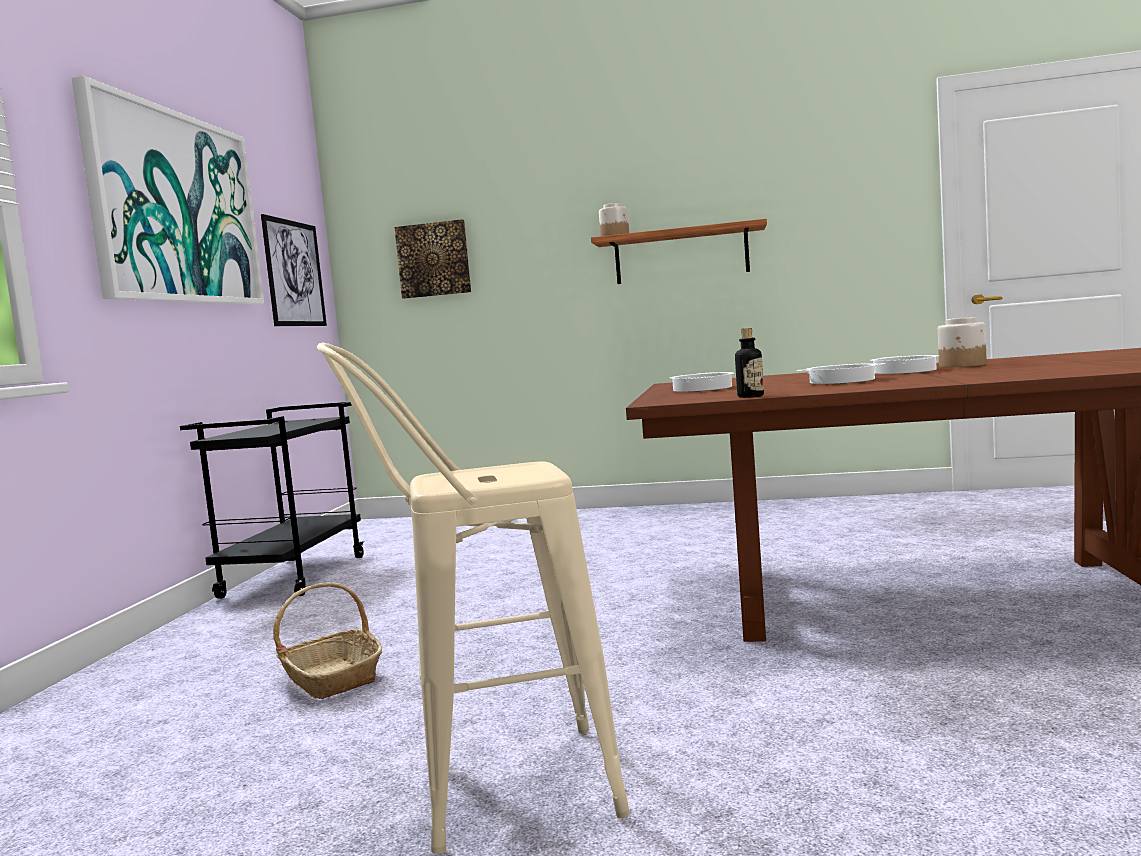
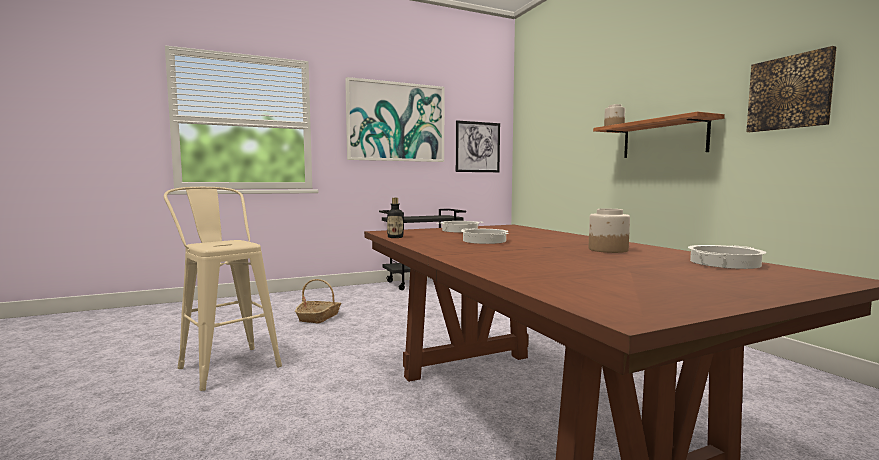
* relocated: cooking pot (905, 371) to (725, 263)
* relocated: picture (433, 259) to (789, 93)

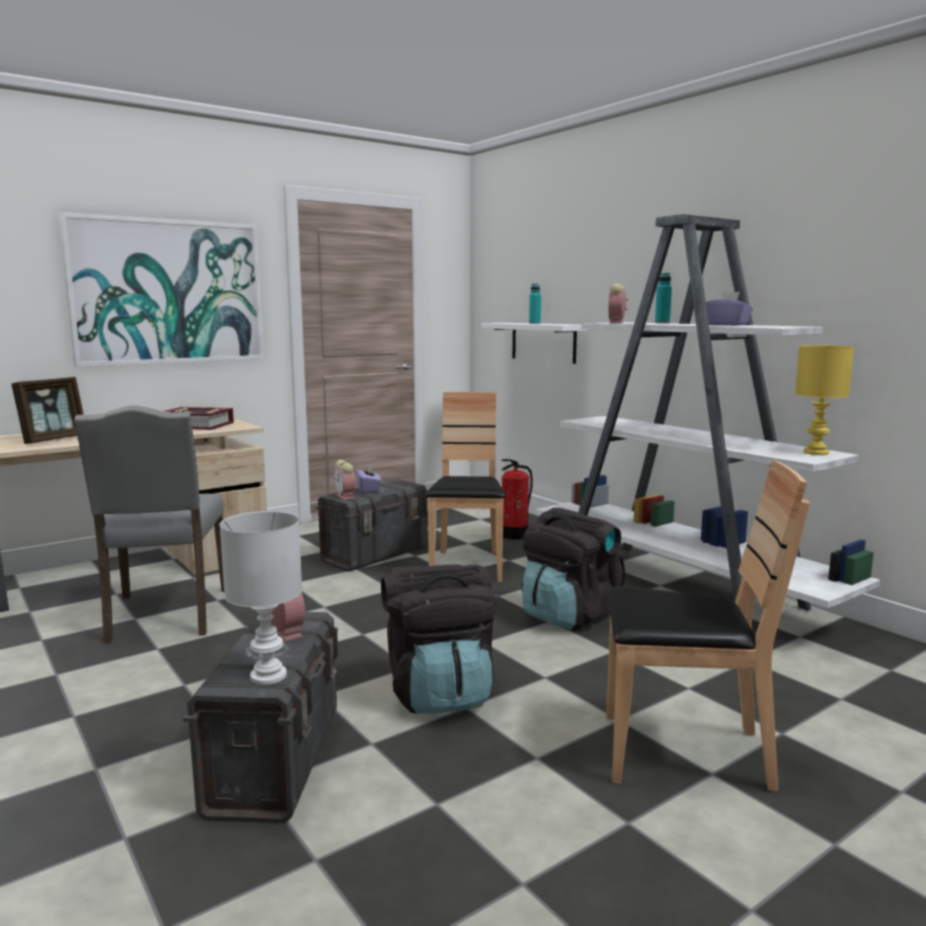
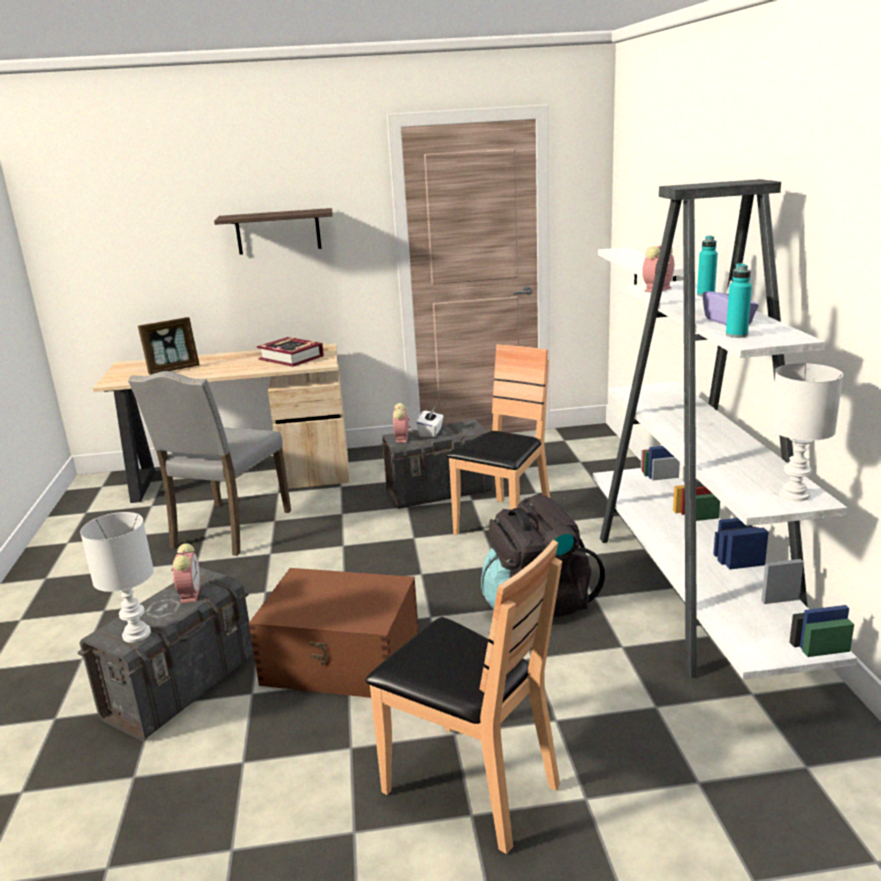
* exchanged: picture (168, 292) to shelf (278, 231)
* exchanged: black backpack (439, 693) to brown storage box (343, 660)
* colour: purple tissue box (369, 490) to white tissue box (431, 432)
* relocated: turquoise bottle (534, 323) to (736, 335)
* colour: yellow table lamp (814, 453) to white table lamp (793, 494)
* missing: fire extinguisher (515, 535)

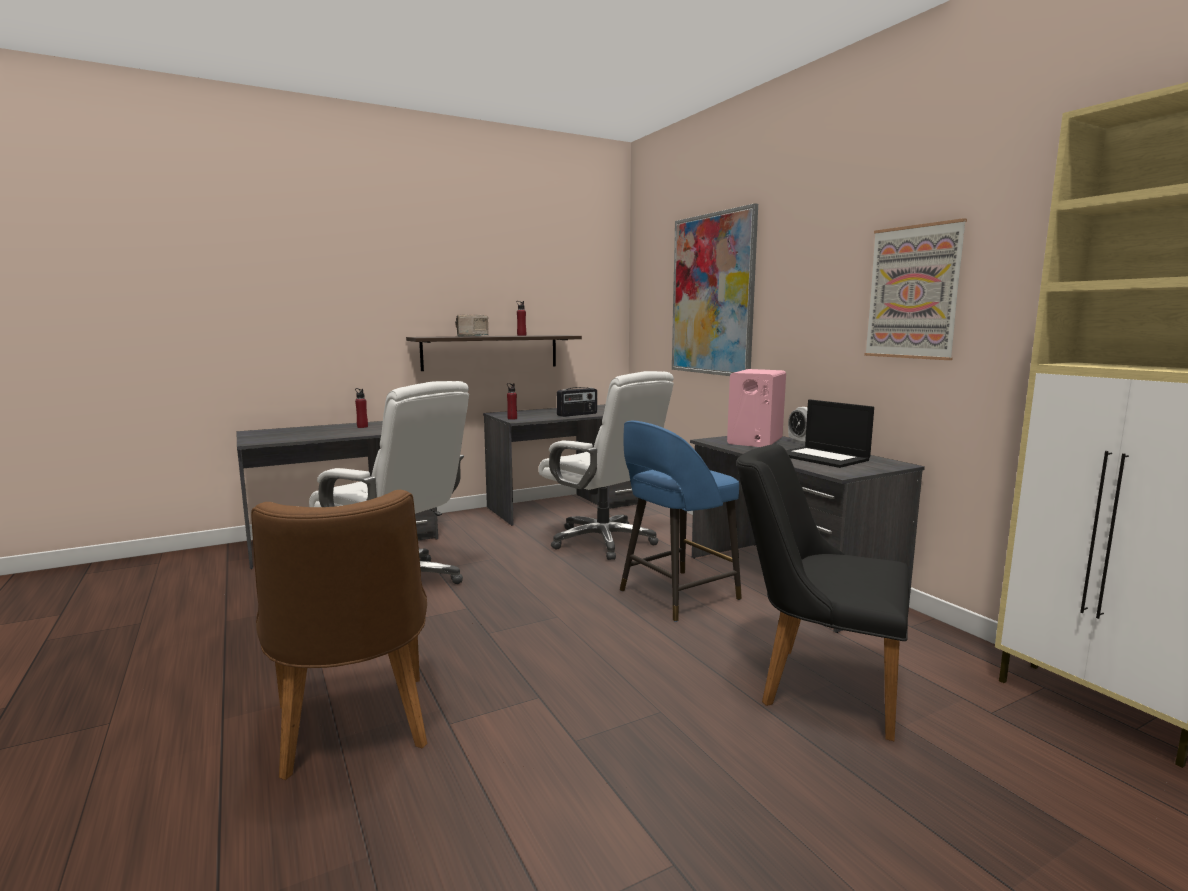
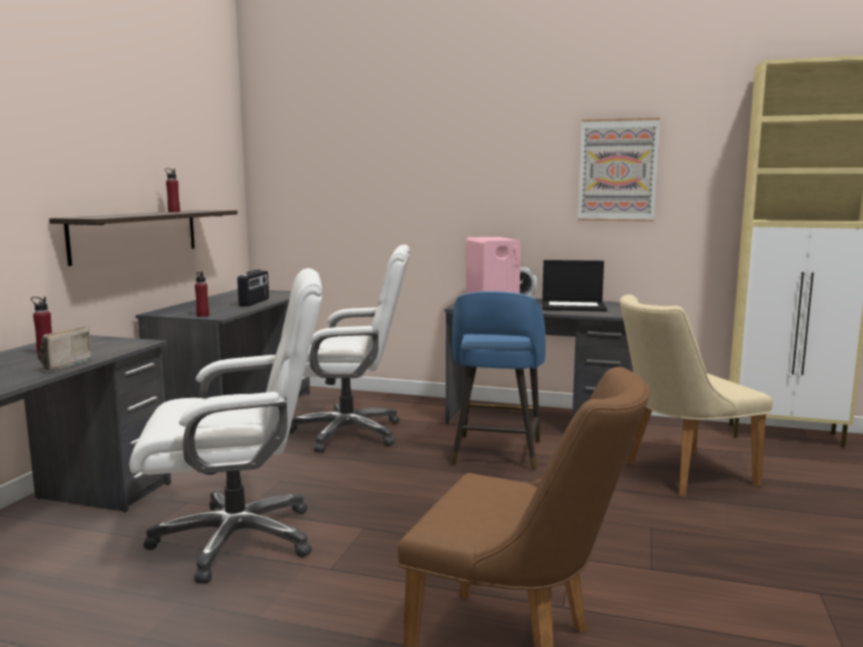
* relocated: radio (470, 336) to (60, 366)
* colour: black chair (815, 684) to beige chair (679, 474)
* missing: picture (712, 295)

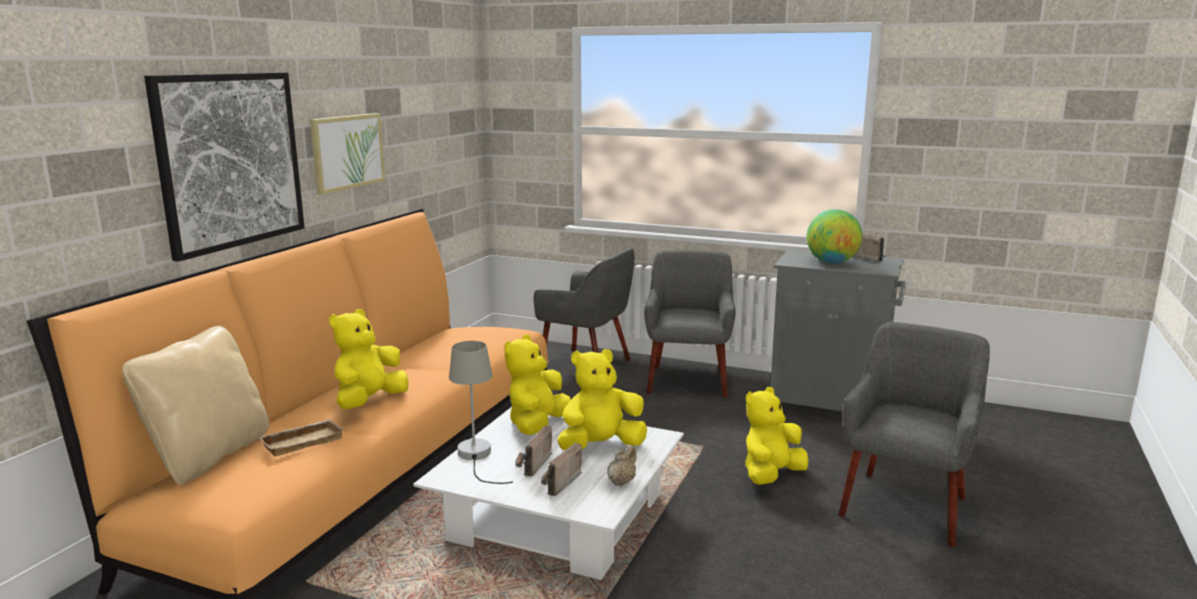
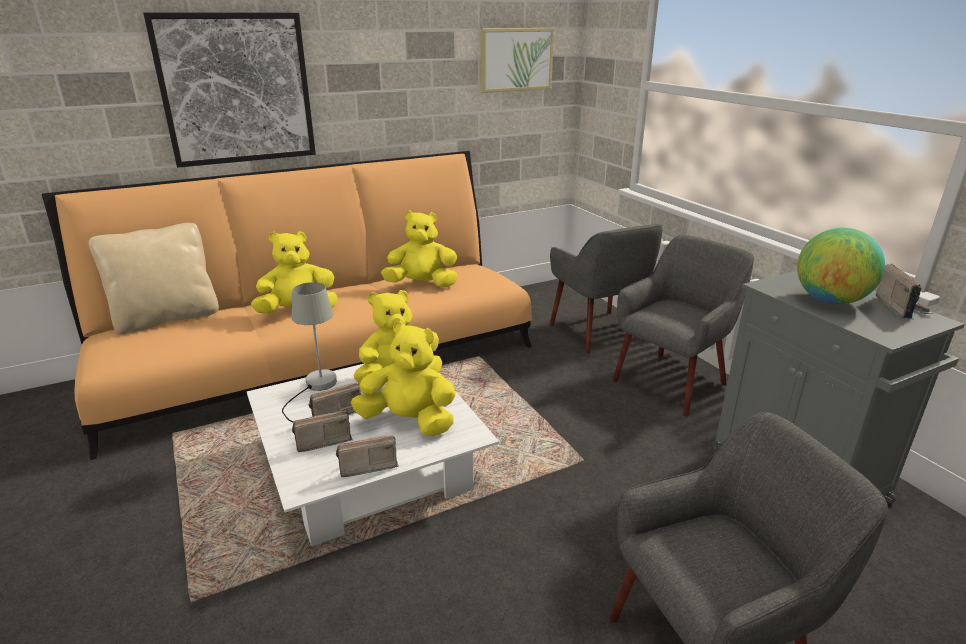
* exchanged: beige teapot (621, 481) to radio (366, 466)
* relocated: yellow plush toy (771, 475) to (422, 284)
* relocated: picture (347, 152) to (516, 59)
* missing: beige tray (302, 441)

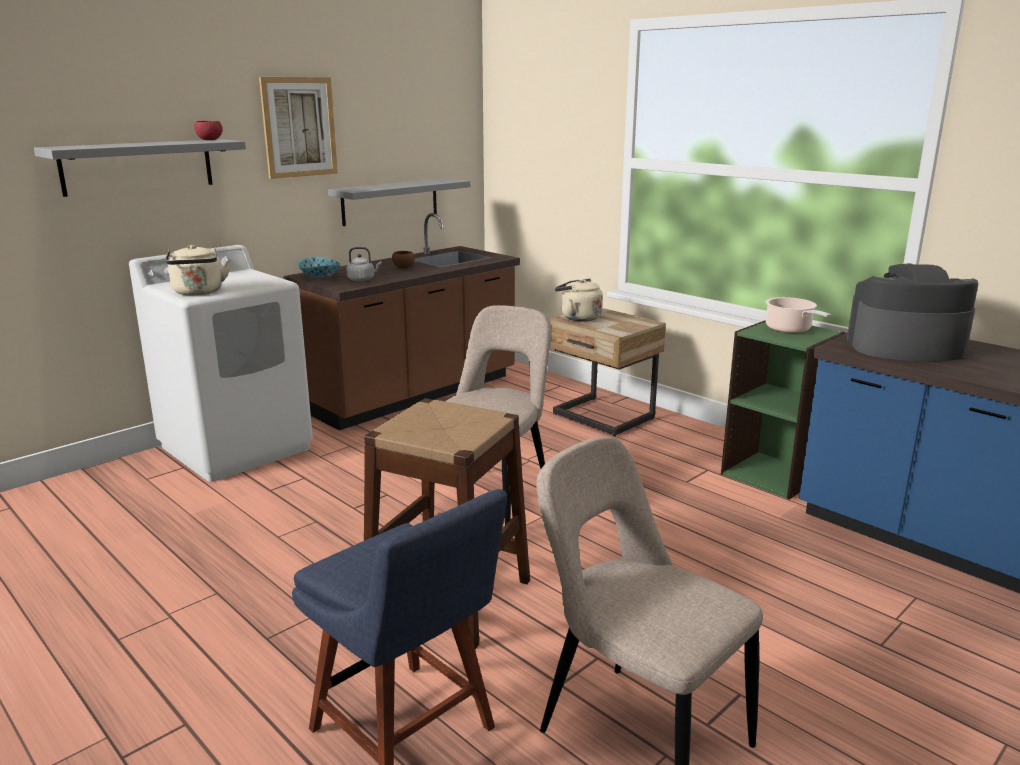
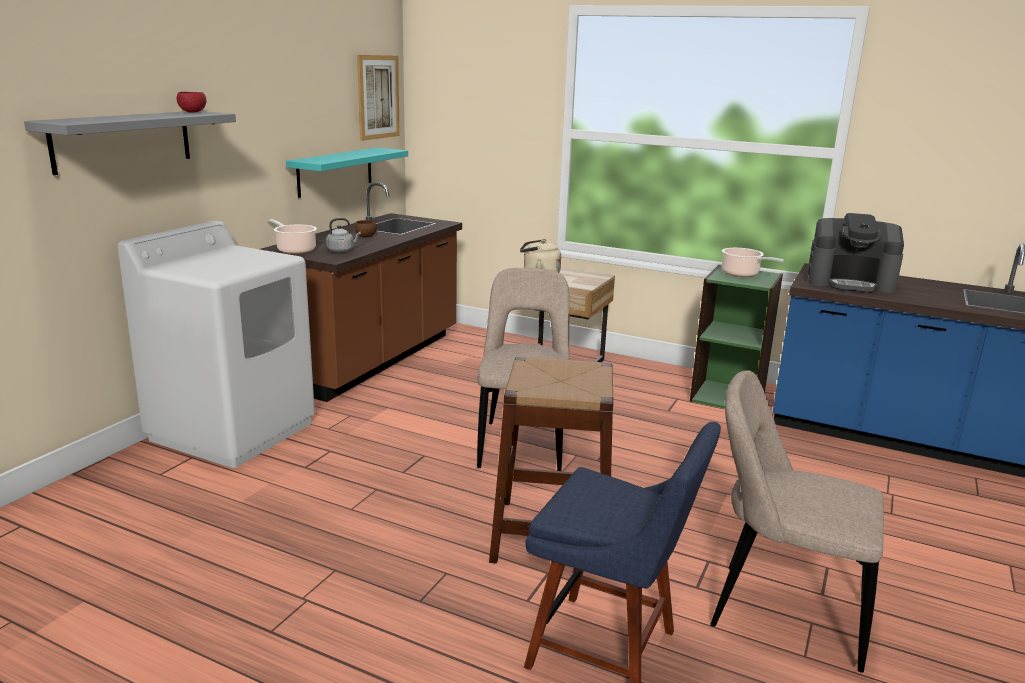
* exchanged: bowl (320, 277) to cooking pot (295, 250)
* colour: grey shelf (390, 201) to turquoise shelf (335, 171)
* relocated: picture (299, 127) to (378, 97)
* spun: coffee machine (904, 347) = (850, 282) 150 degrees counterclockwise
* missing: beige kettle (198, 292)

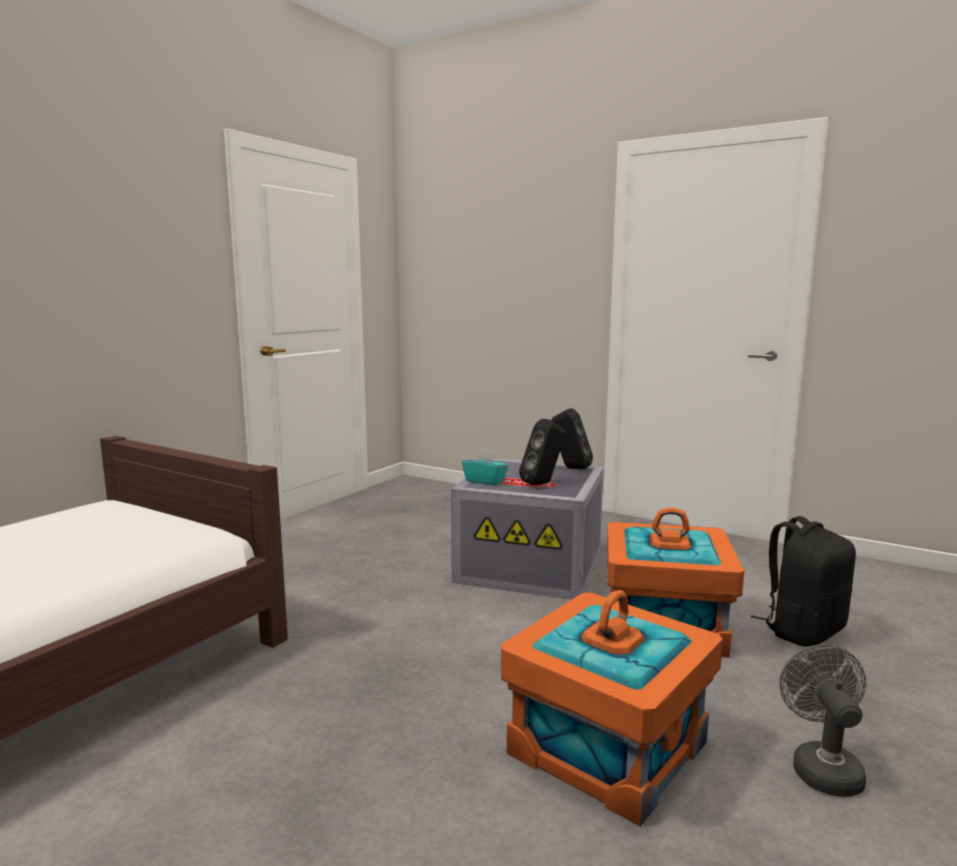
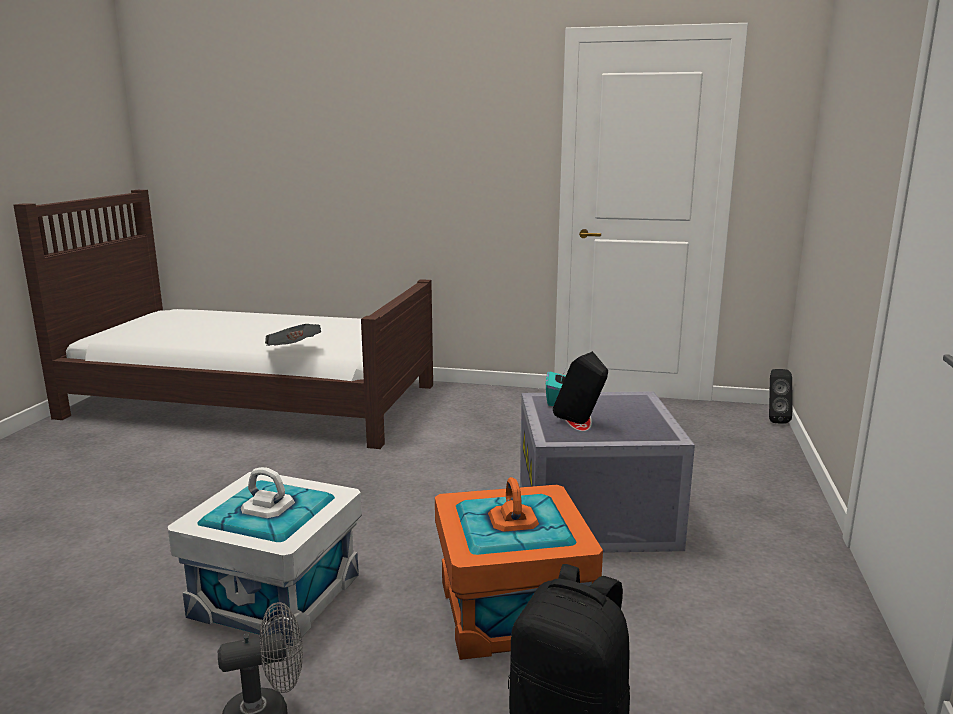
* colour: orange storage box (606, 747) to white storage box (277, 595)
* appeared: newspaper (294, 351)
* relocated: black speaker (570, 468) to (774, 419)

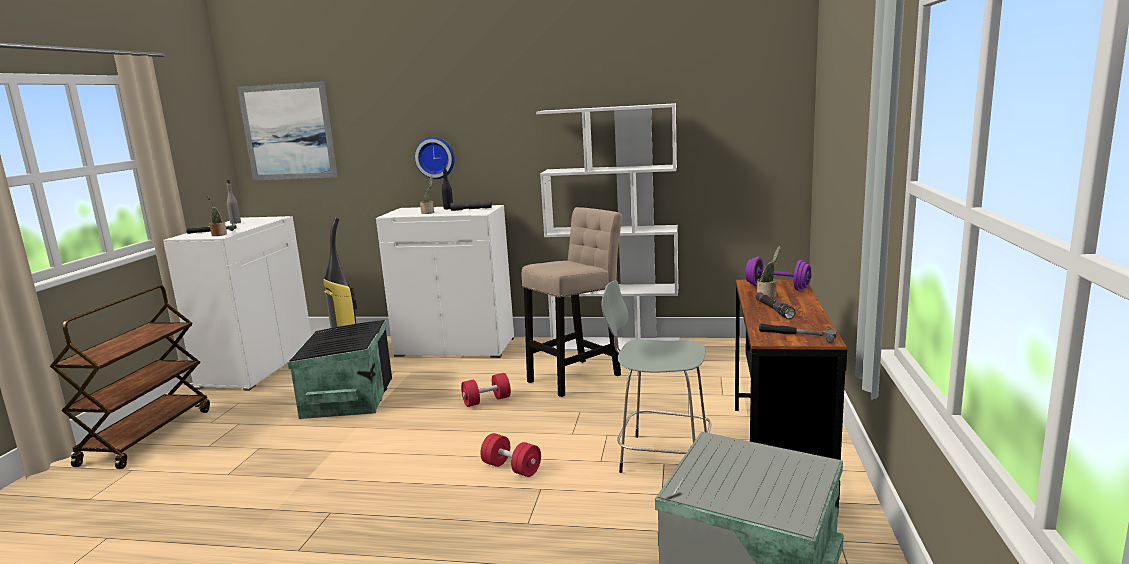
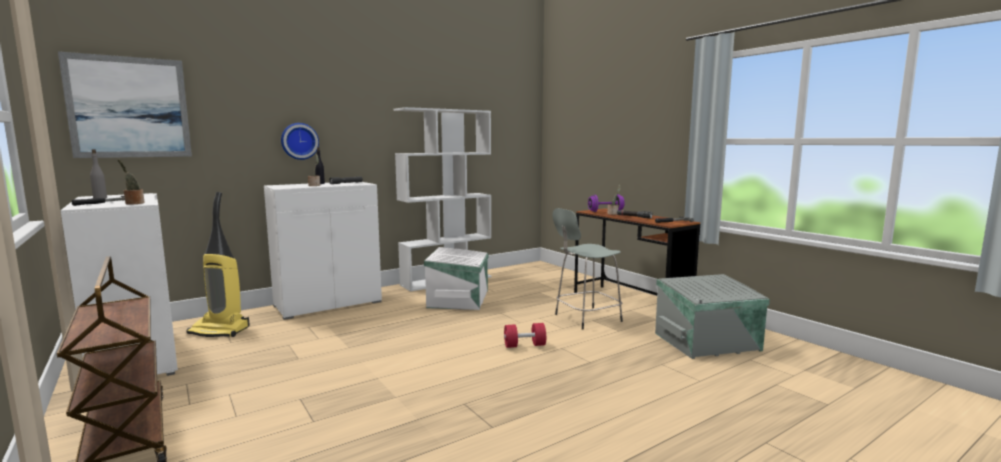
* exchanged: beige stool (578, 376) to white storage box (459, 299)
* missing: black storage box (346, 398)
* missing: red dumbbell (487, 401)

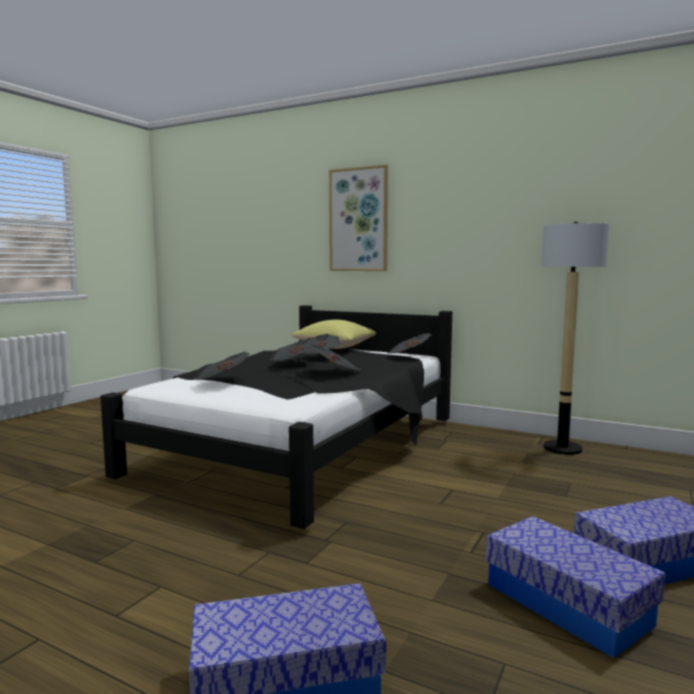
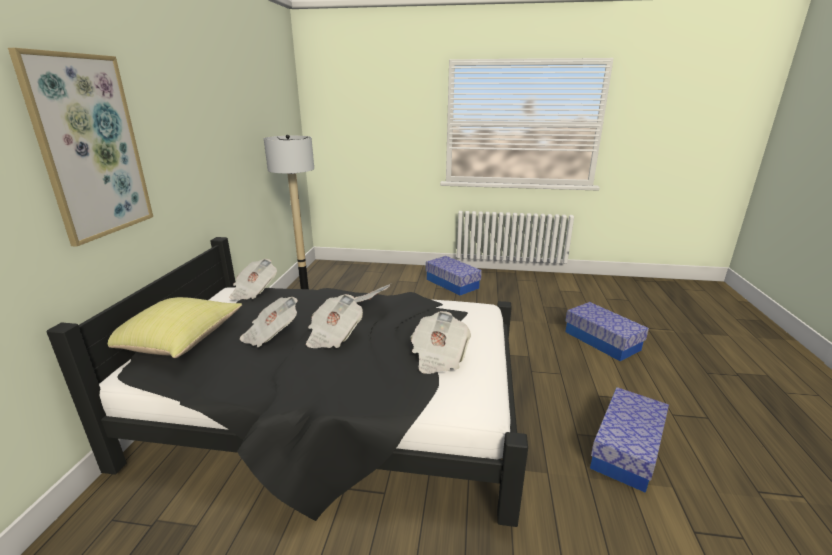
* relocated: storage box (566, 604) to (626, 449)

